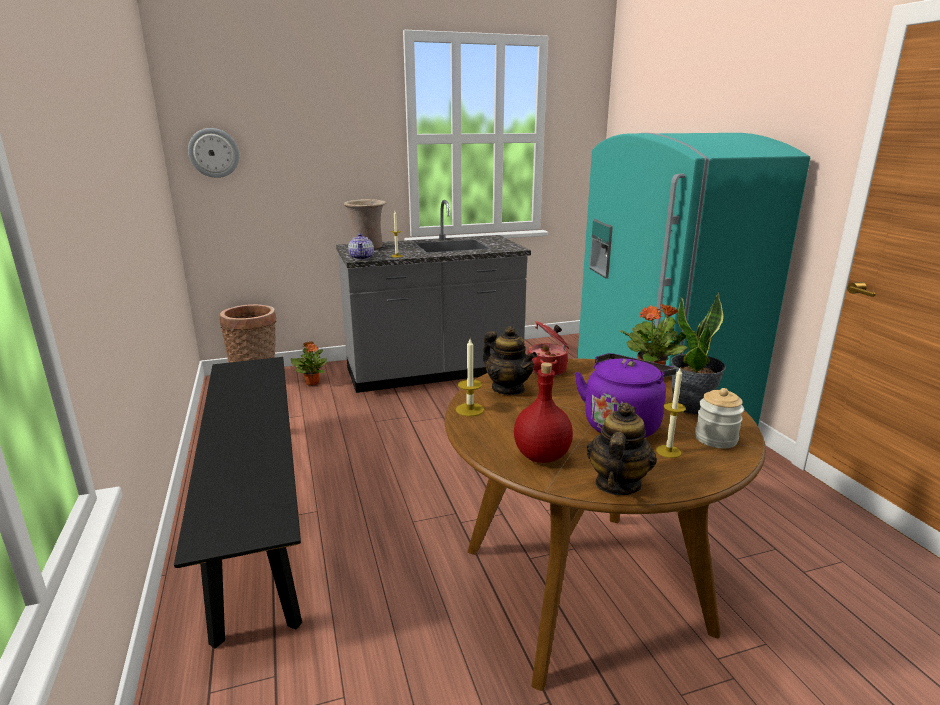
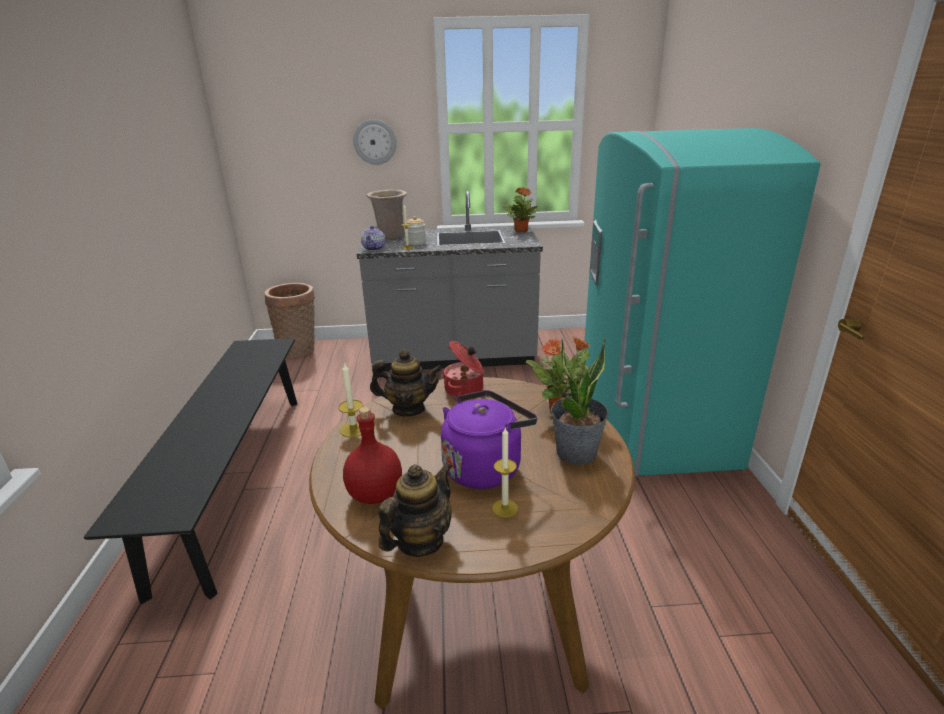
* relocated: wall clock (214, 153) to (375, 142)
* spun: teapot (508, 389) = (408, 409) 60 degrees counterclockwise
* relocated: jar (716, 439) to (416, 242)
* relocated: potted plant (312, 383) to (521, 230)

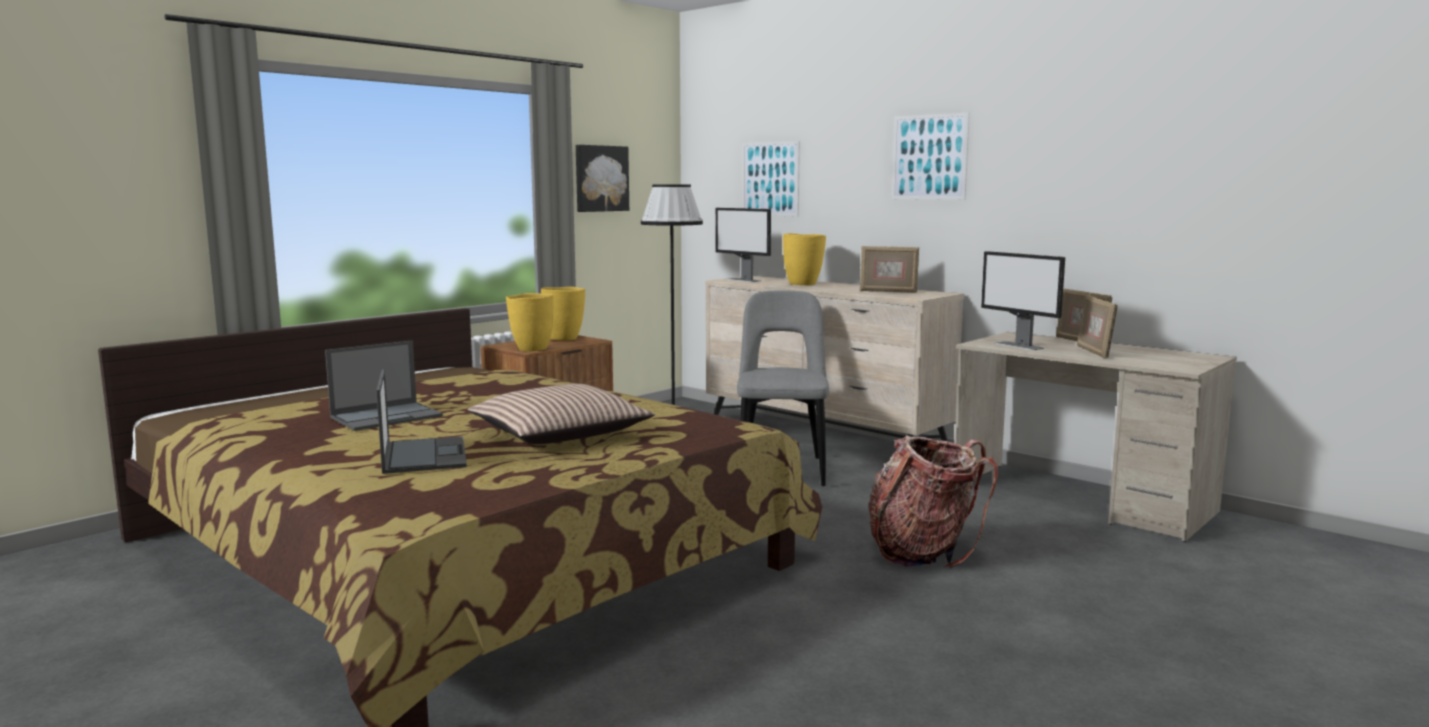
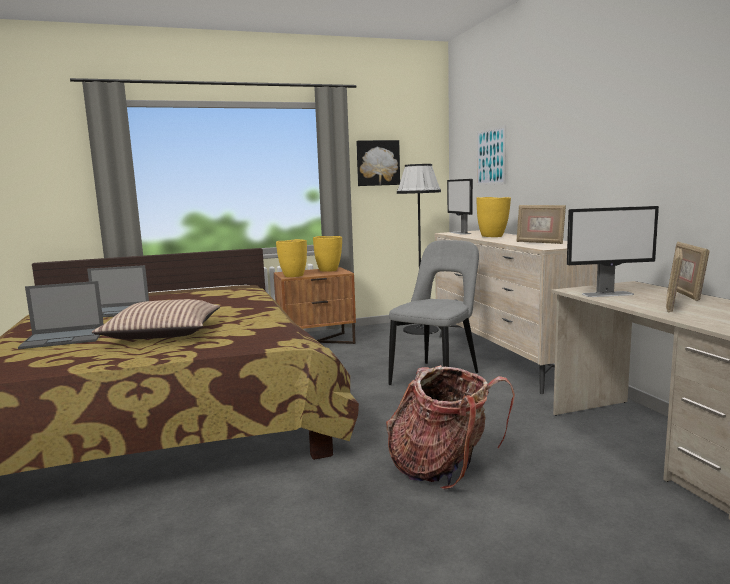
* spun: laptop (424, 455) = (65, 338) 60 degrees clockwise
* spun: monitor (1019, 346) = (608, 294) 90 degrees counterclockwise
* missing: picture (929, 157)

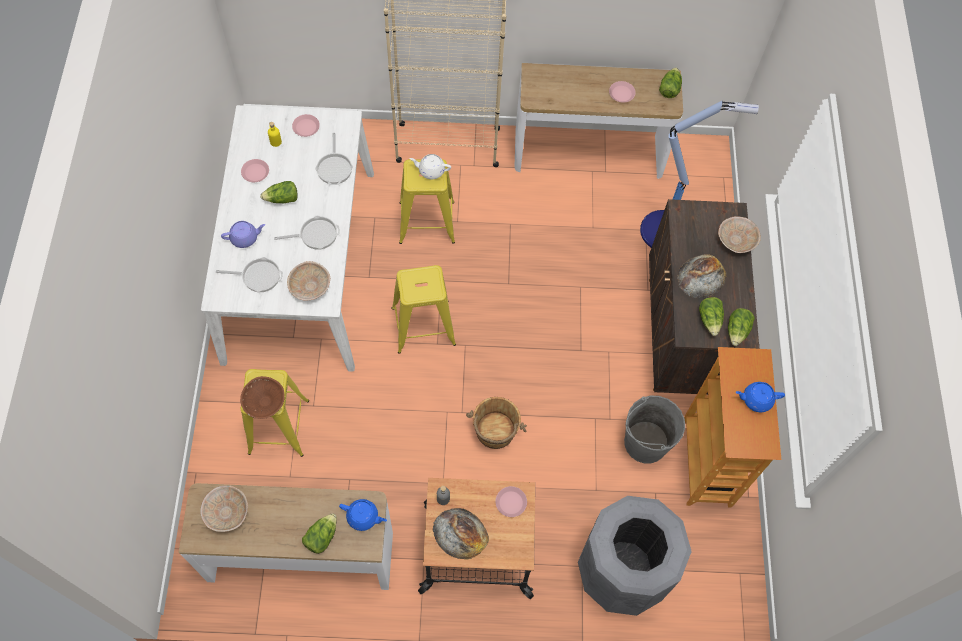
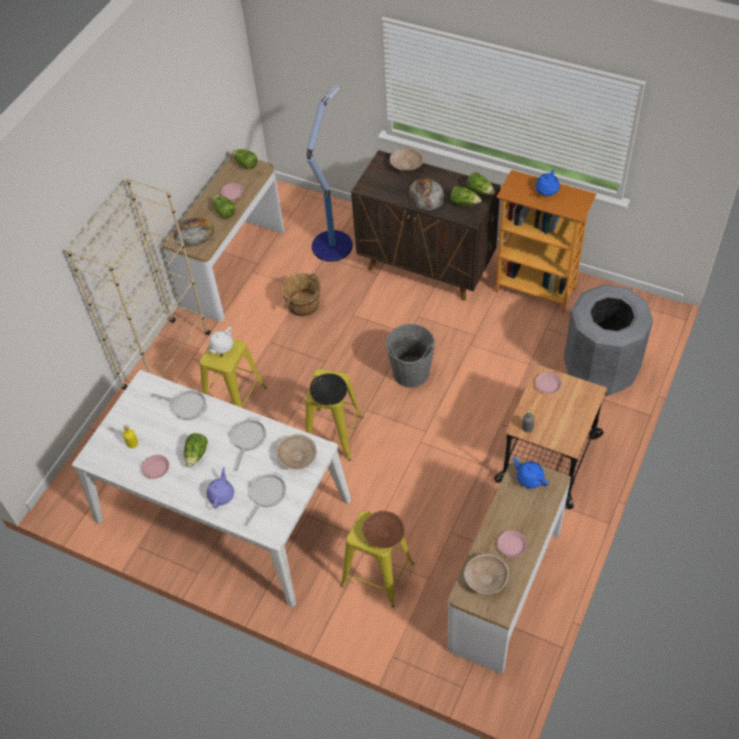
* relocated: bread (460, 533) to (194, 232)
* relocated: lettuce (321, 536) to (224, 211)
* relocated: brown bucket (495, 432) to (304, 305)
* appeared: black bowl (329, 395)
* relocated: grey bucket (645, 442) to (411, 372)
* relocated: pink plate (306, 127) to (511, 545)
* spun: blue teapot (363, 517) = (529, 478) 90 degrees counterclockwise

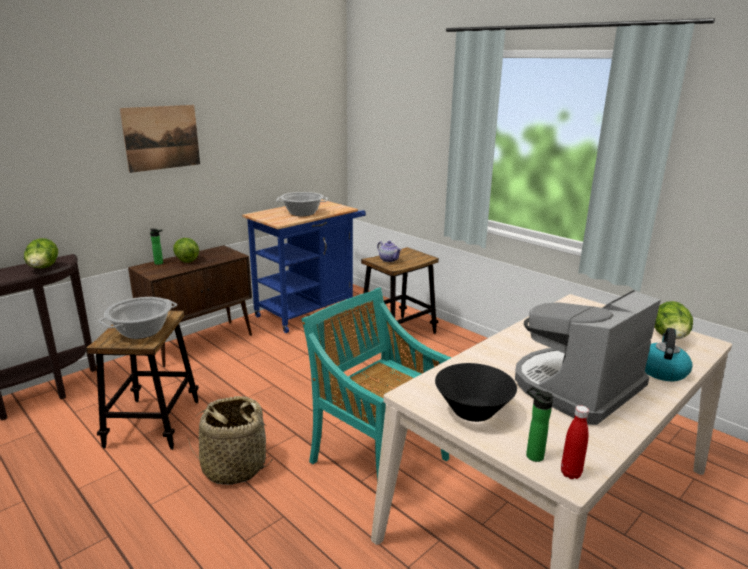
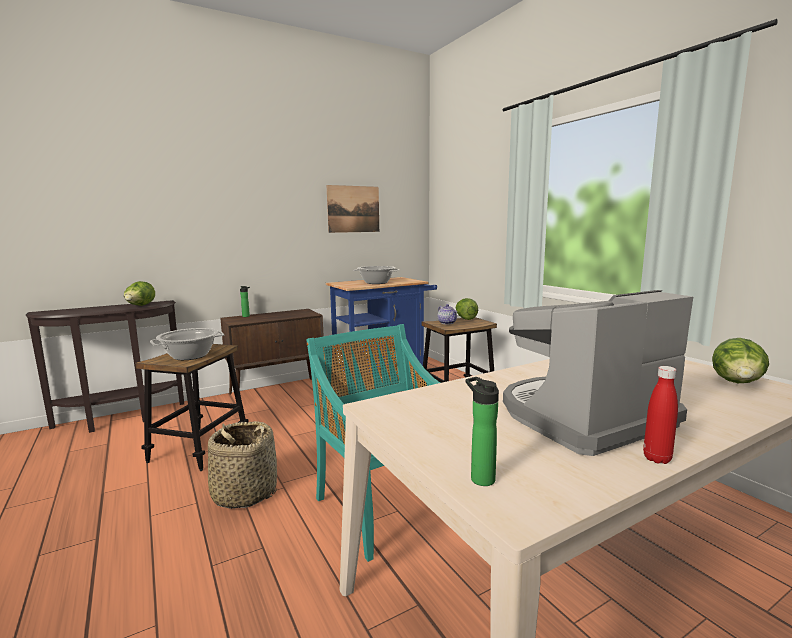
* relocated: picture (162, 137) to (353, 209)
* relocated: lettuce (186, 260) to (465, 318)
* relocated: red bottle (570, 473) to (657, 458)
* missing: black bowl (473, 412)
* missing: kettle (662, 371)

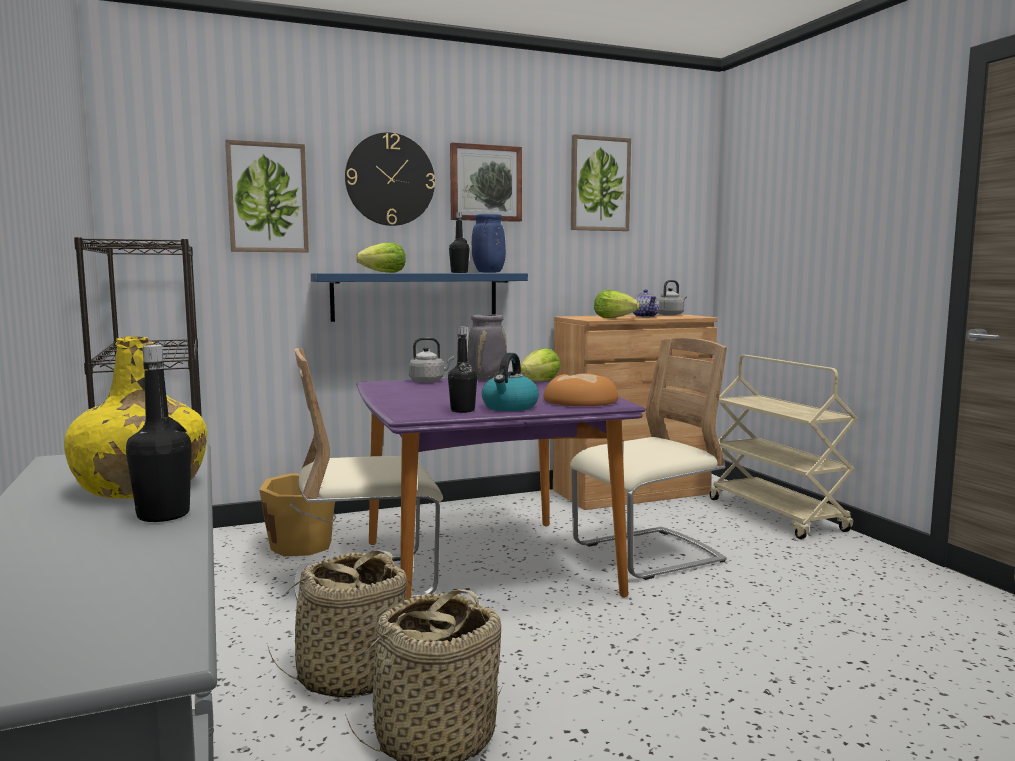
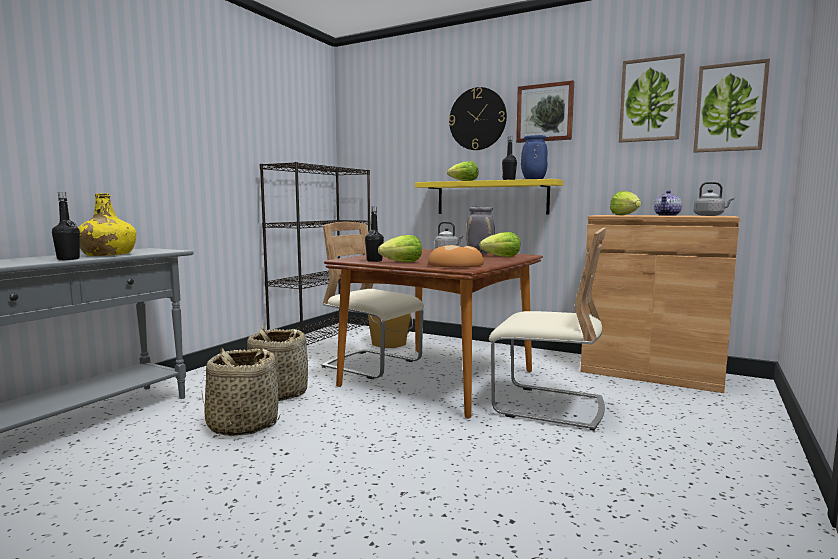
* colour: purple dining table (487, 567) to brown dining table (439, 378)
* exchanged: kettle (510, 407) to lettuce (402, 262)
* colour: blue shelf (415, 296) to yellow shelf (491, 198)
* relocated: picture (267, 198) to (729, 107)
* missing: beige cart (777, 515)

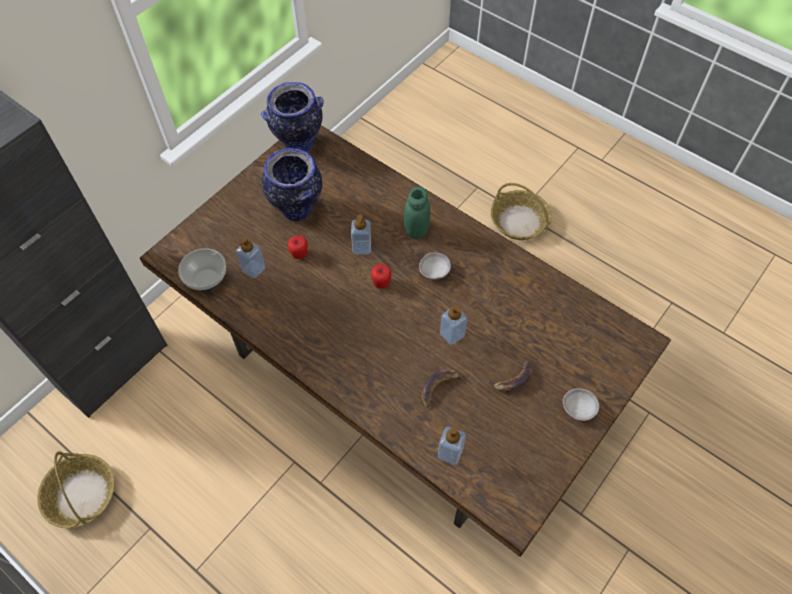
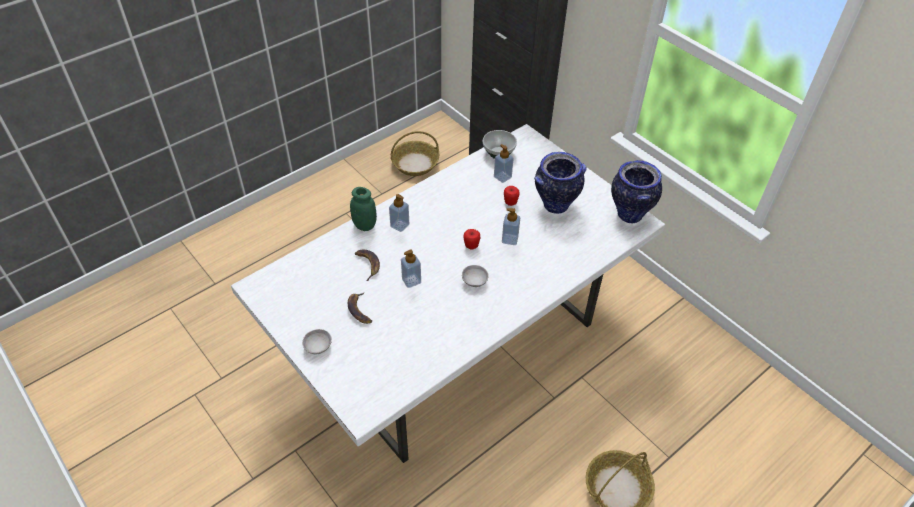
* colour: brown dining table (397, 379) to white dining table (454, 343)
* relocated: green jar (416, 230) to (365, 225)
* relocated: soap dispenser (450, 453) to (399, 225)

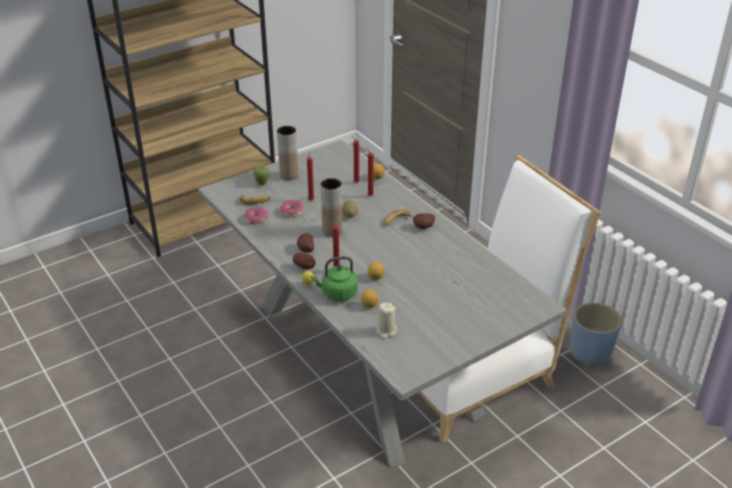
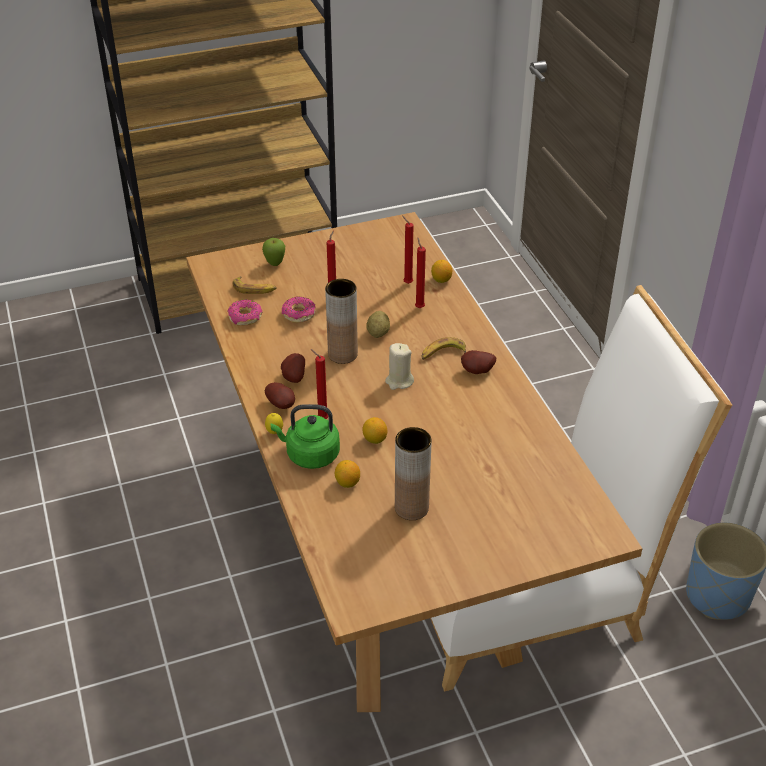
* colour: grey dining table (364, 357) to brown dining table (380, 536)
* relocated: beige candle (386, 331) to (399, 381)
* relocated: brown vase (289, 175) to (411, 508)

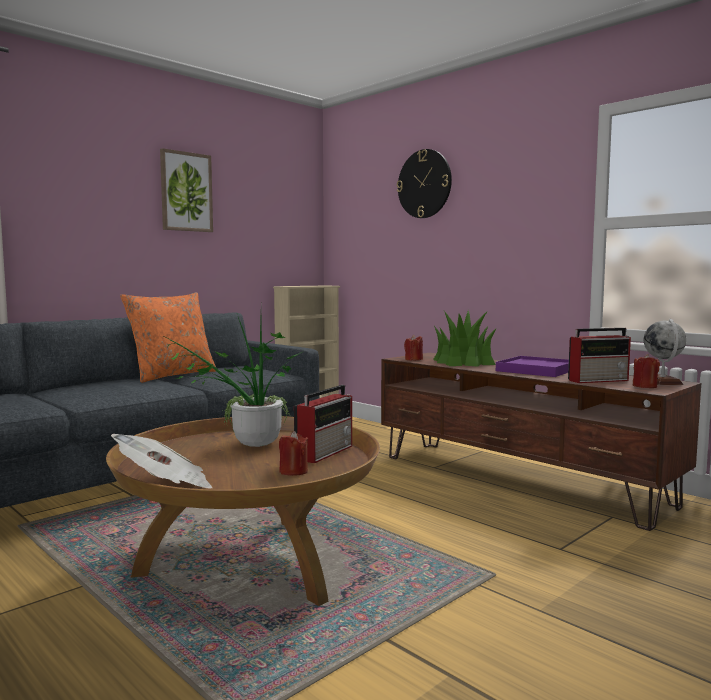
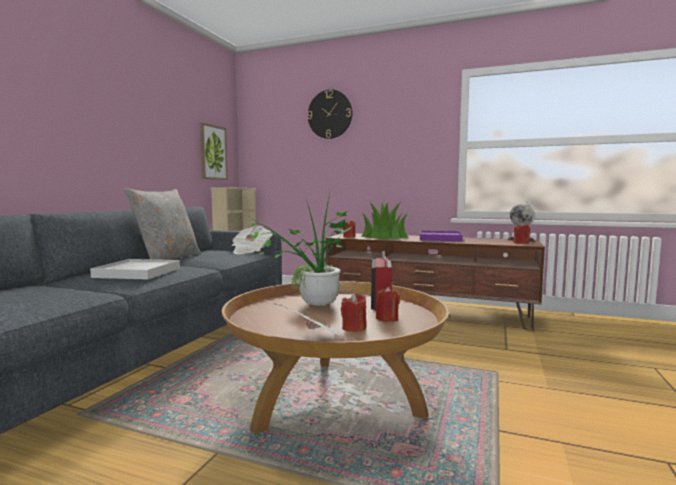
* appeared: white tray (137, 272)
* colour: orange pillow (172, 375) to grey pillow (167, 259)
* relocated: picture (186, 192) to (213, 152)
* appeared: newspaper (250, 251)
* appeared: red candle (354, 328)
* missing: radio (599, 380)

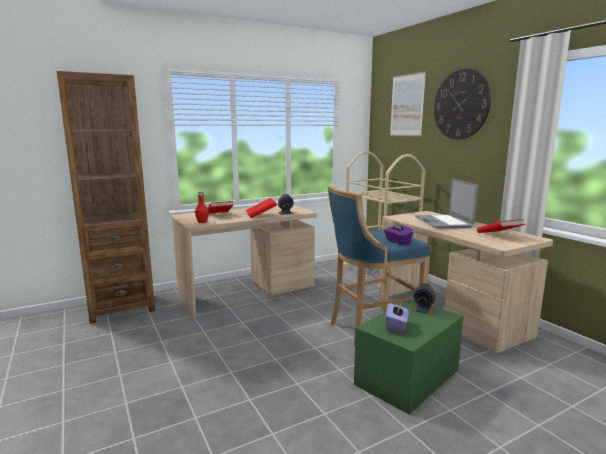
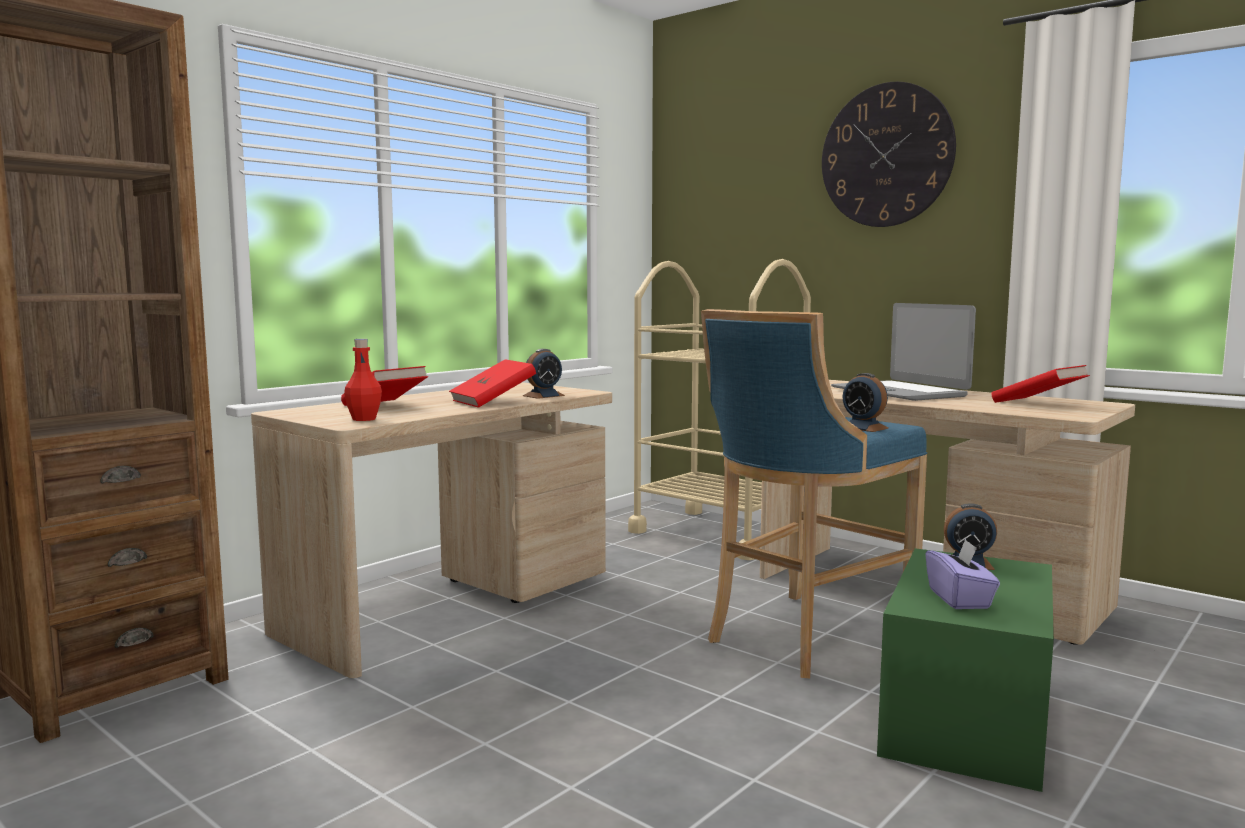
* exchanged: purple tissue box (397, 242) to alarm clock (863, 428)
* missing: picture (407, 105)

